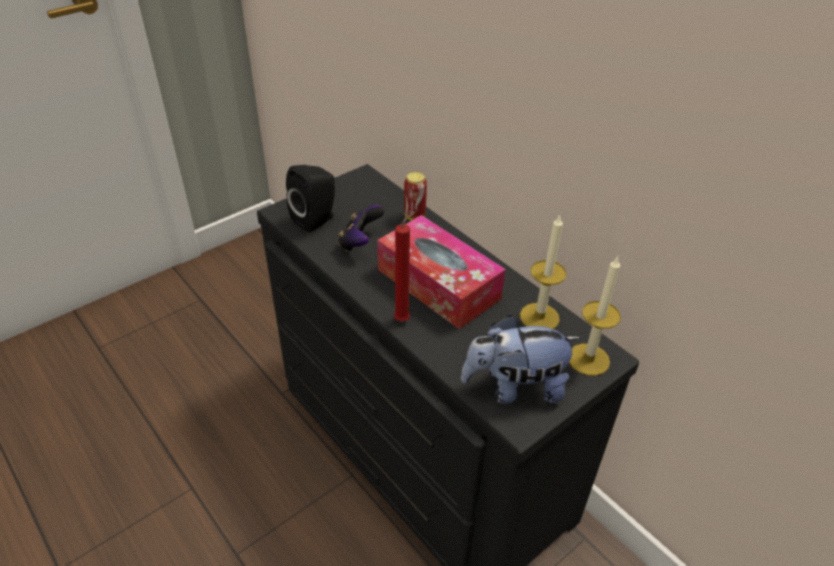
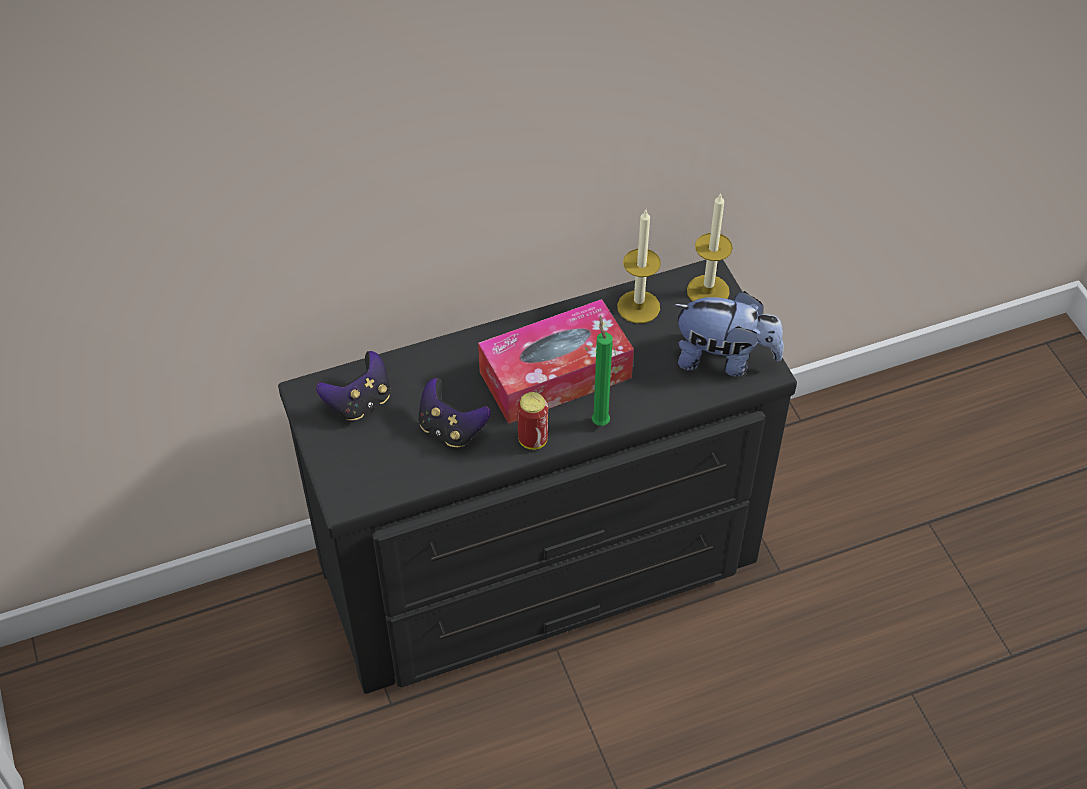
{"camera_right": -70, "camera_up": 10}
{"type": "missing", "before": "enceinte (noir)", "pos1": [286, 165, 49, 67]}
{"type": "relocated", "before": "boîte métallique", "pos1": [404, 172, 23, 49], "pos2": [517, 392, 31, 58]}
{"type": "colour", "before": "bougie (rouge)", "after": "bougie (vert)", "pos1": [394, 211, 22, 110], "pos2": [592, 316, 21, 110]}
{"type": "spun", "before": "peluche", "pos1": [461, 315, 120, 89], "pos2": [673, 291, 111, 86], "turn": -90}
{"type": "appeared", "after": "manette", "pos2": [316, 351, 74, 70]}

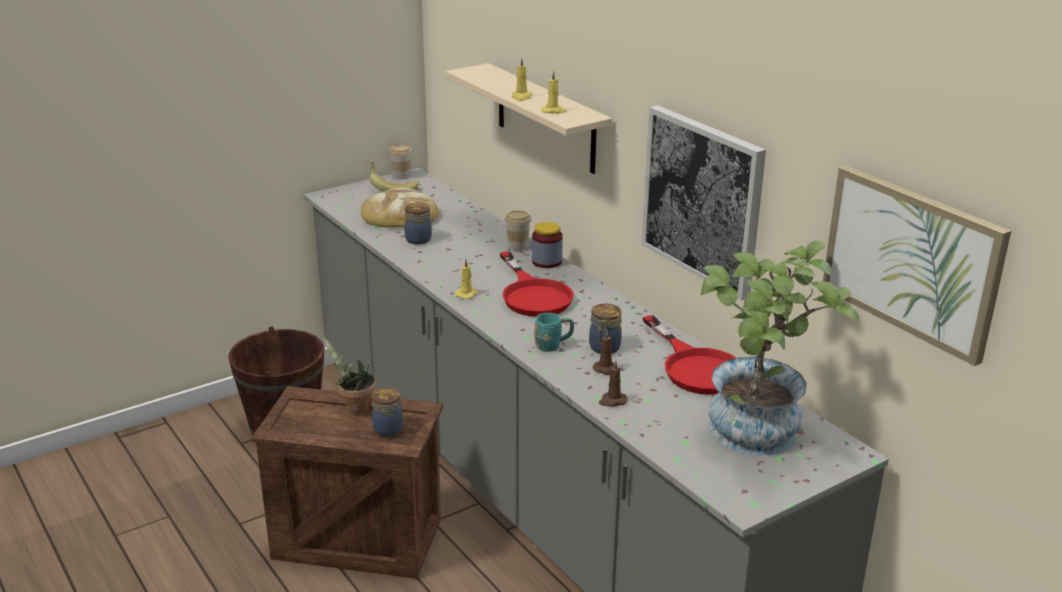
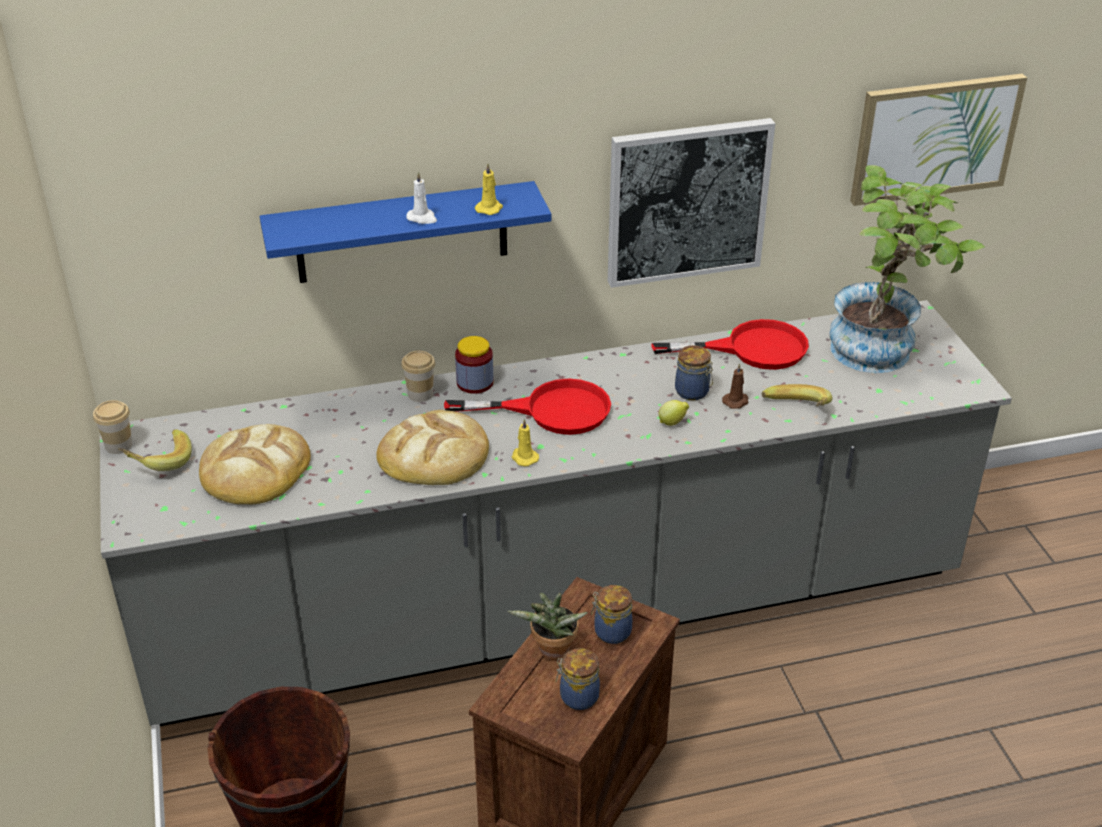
{"camera_right": -70, "camera_up": 10}
{"type": "colour", "before": "bougie (jaune)", "after": "bougie (blanc)", "pos1": [512, 58, 20, 43], "pos2": [406, 171, 31, 53]}
{"type": "colour", "before": "étagère (beige)", "after": "étagère (bleu)", "pos1": [446, 63, 166, 111], "pos2": [260, 181, 291, 102]}
{"type": "relocated", "before": "bocal", "pos1": [404, 202, 28, 42], "pos2": [556, 648, 44, 62]}
{"type": "exchanged", "before": "mug (turquoise)", "after": "citron", "pos1": [534, 313, 40, 39], "pos2": [659, 400, 30, 26]}
{"type": "exchanged", "before": "bougie (marron)", "after": "banane", "pos1": [599, 360, 29, 46], "pos2": [762, 384, 70, 22]}
{"type": "appeared", "after": "pain", "pos2": [376, 410, 113, 75]}

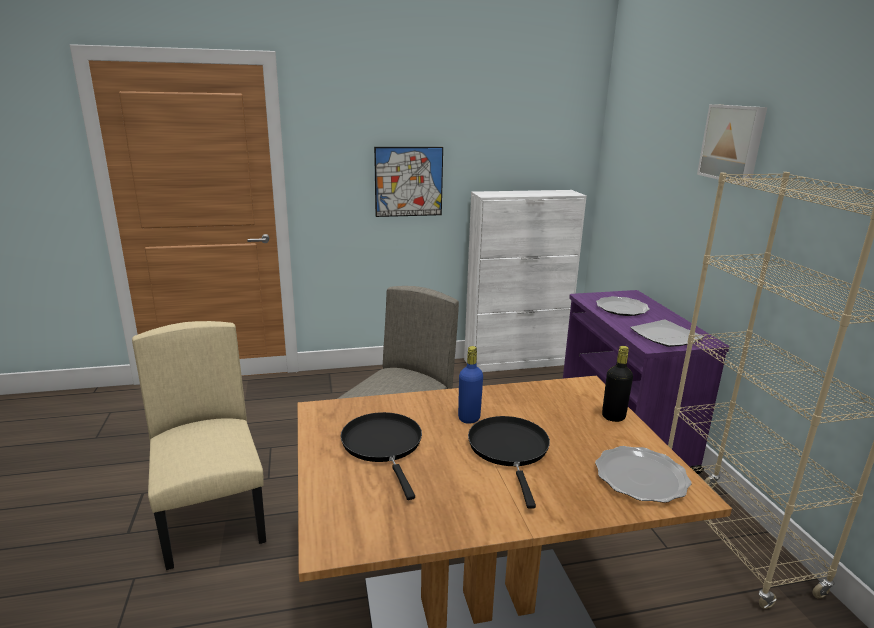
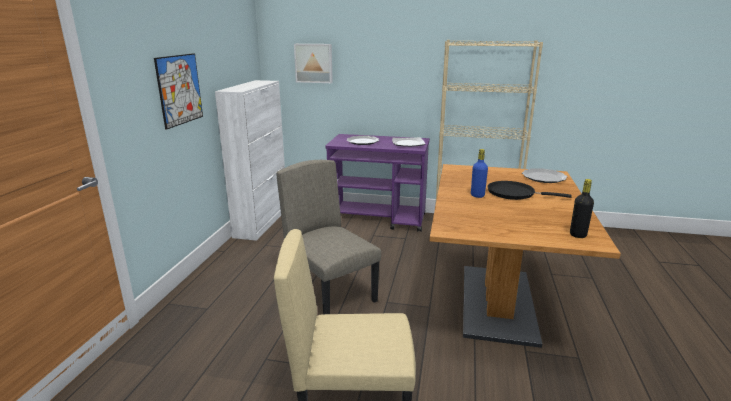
{"camera_right": -65, "camera_up": 0}
{"type": "relocated", "before": "tableau", "pos1": [697, 104, 70, 81], "pos2": [294, 44, 39, 39]}
{"type": "relocated", "before": "bouteille (noir)", "pos1": [602, 346, 31, 76], "pos2": [570, 179, 24, 59]}
{"type": "missing", "before": "poêle (noir)", "pos1": [341, 412, 81, 88]}

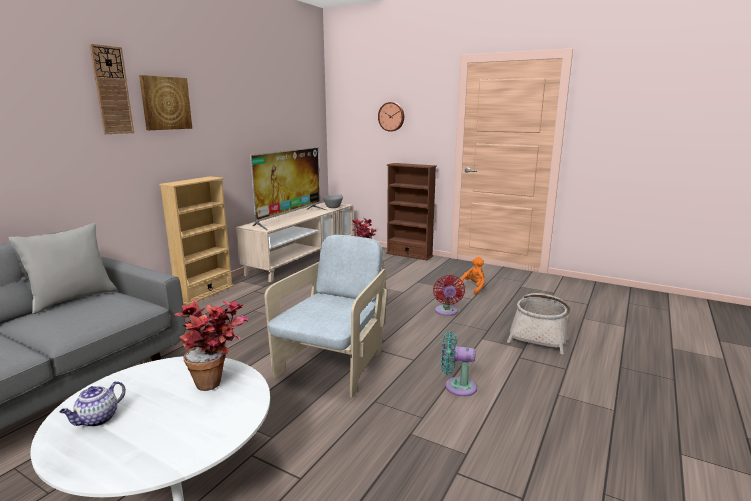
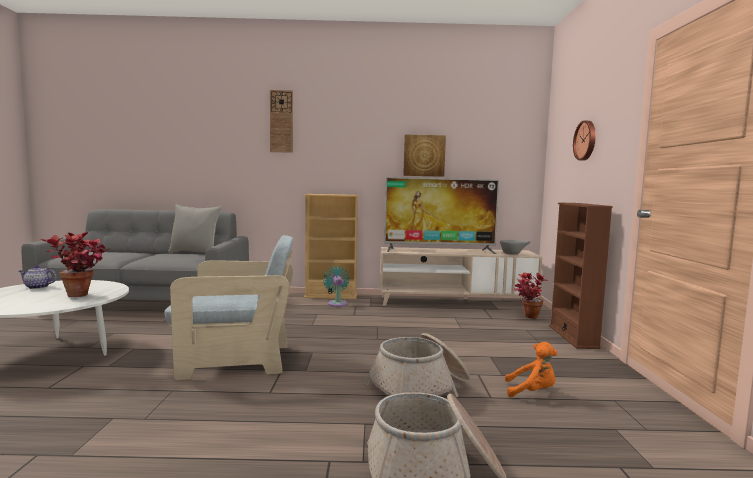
{"camera_right": 60, "camera_up": -10}
{"type": "relocated", "before": "tableau", "pos1": [139, 75, 53, 55], "pos2": [403, 135, 43, 42]}
{"type": "exchanged", "before": "ventilateur (rouge)", "after": "panier", "pos1": [433, 275, 32, 41], "pos2": [364, 333, 106, 64]}
{"type": "relocated", "before": "ventilateur (turquoise)", "pos1": [441, 331, 36, 66], "pos2": [323, 266, 26, 41]}

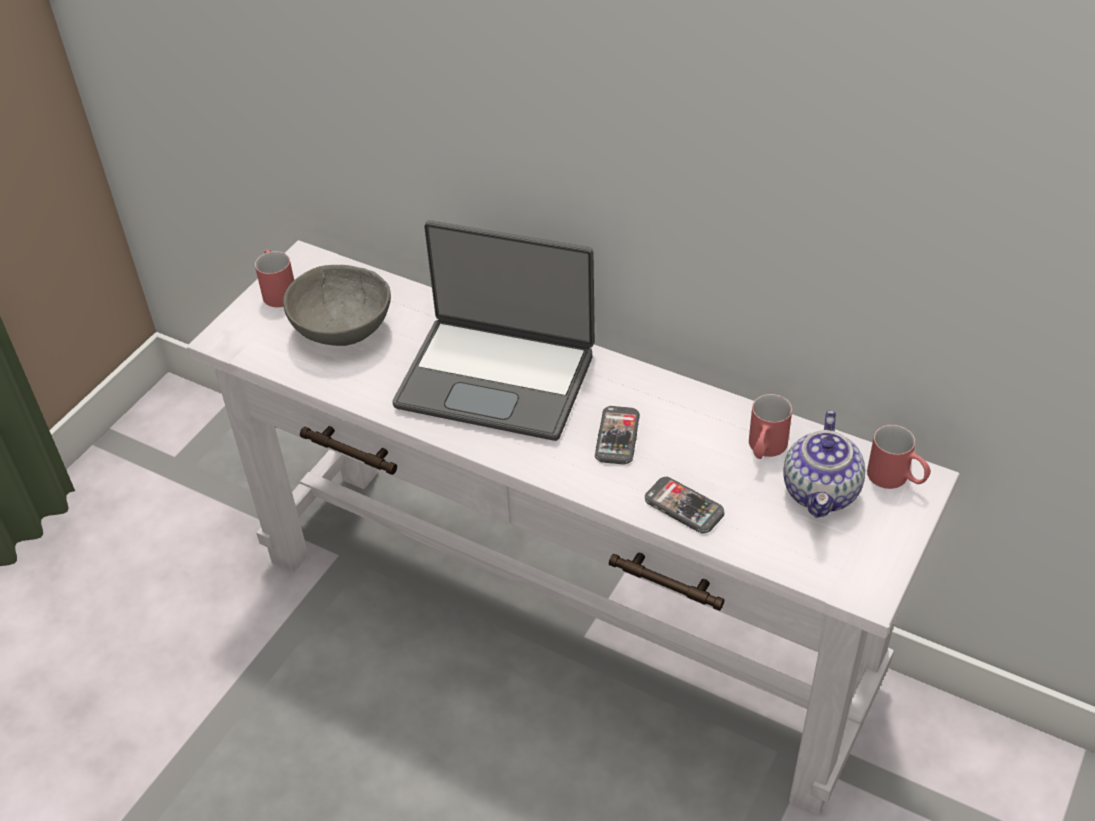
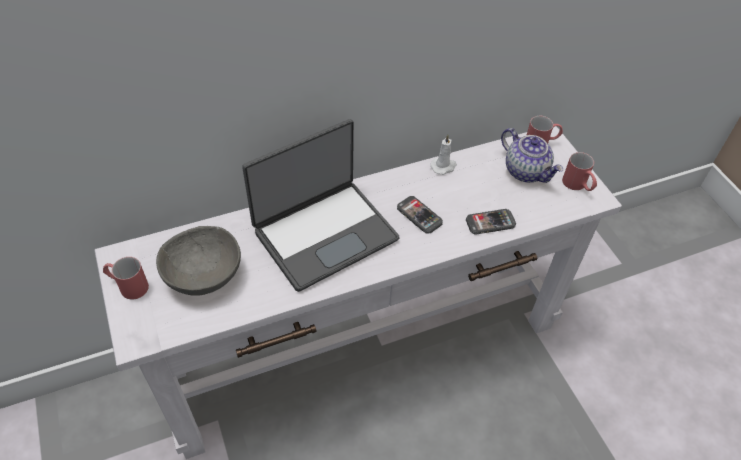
{"camera_right": -55, "camera_up": 5}
{"type": "relocated", "before": "mug (rouge)", "pos1": [749, 394, 43, 65], "pos2": [562, 152, 35, 39]}
{"type": "appeared", "after": "bougie (blanc)", "pos2": [430, 135, 27, 40]}

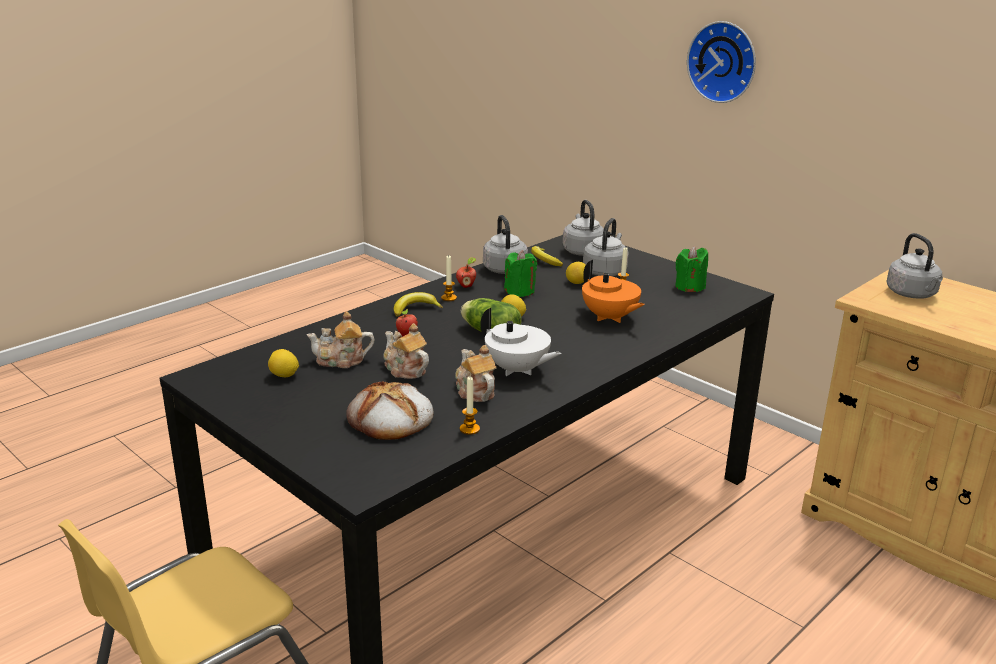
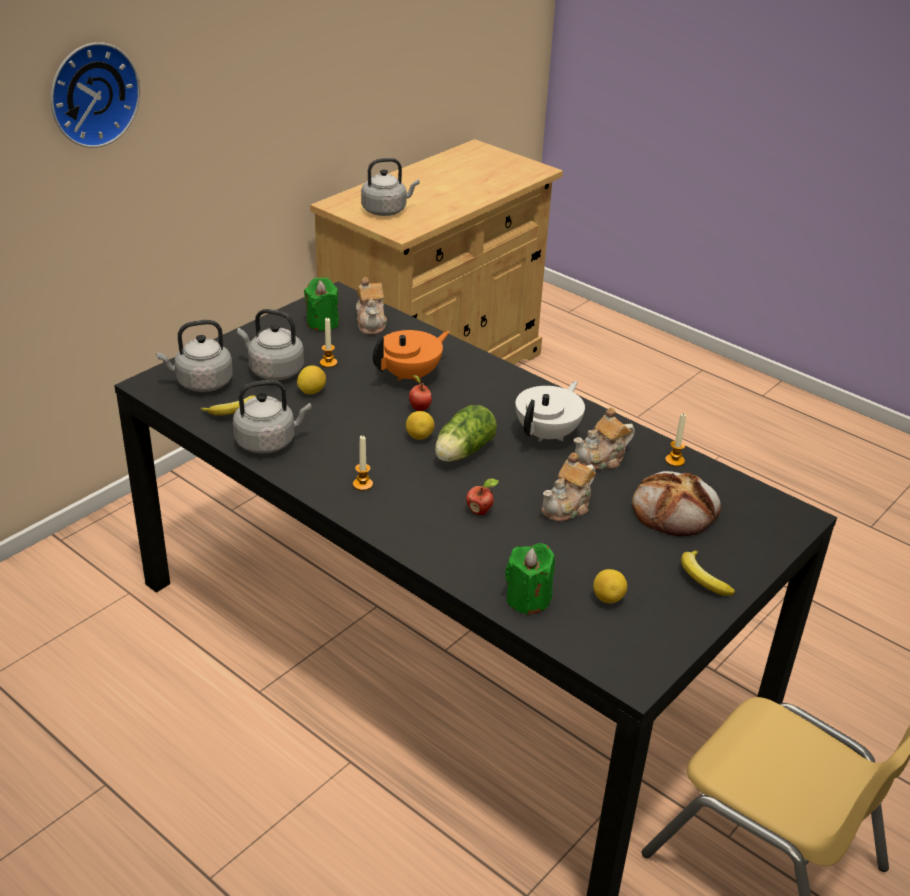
{"camera_right": -95, "camera_up": 10}
{"type": "relocated", "before": "bougie (vert)", "pos1": [504, 250, 33, 47], "pos2": [505, 543, 50, 72]}
{"type": "relocated", "before": "pomme", "pos1": [456, 257, 20, 31], "pos2": [409, 375, 23, 36]}
{"type": "relocated", "before": "banane", "pos1": [394, 292, 49, 25], "pos2": [681, 550, 54, 46]}
{"type": "relocated", "before": "théière", "pos1": [307, 311, 68, 57], "pos2": [356, 277, 31, 58]}

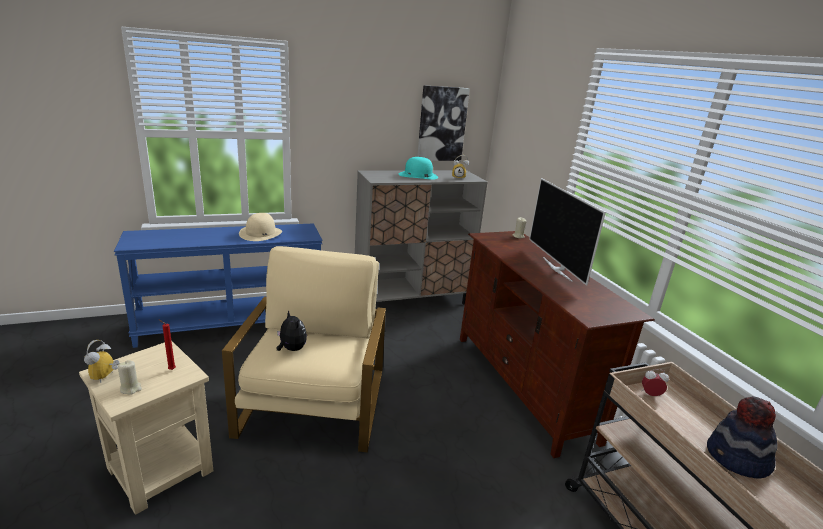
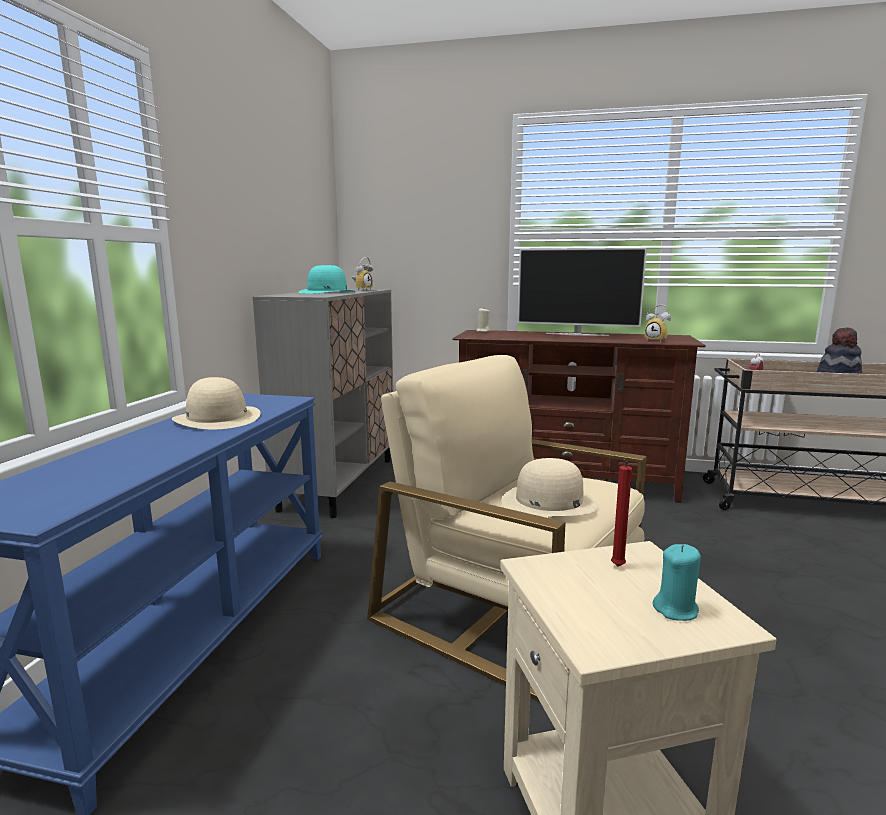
{"camera_right": -55, "camera_up": -10}
{"type": "missing", "before": "tableau", "pos1": [417, 85, 53, 76]}
{"type": "exchanged", "before": "peluche", "after": "chapeau (beige)", "pos1": [276, 311, 31, 40], "pos2": [501, 458, 97, 58]}
{"type": "relocated", "before": "réveil", "pos1": [84, 340, 36, 43], "pos2": [645, 305, 26, 37]}
{"type": "colour", "before": "bougie (beige)", "after": "bougie (turquoise)", "pos1": [118, 360, 24, 35], "pos2": [653, 544, 48, 77]}

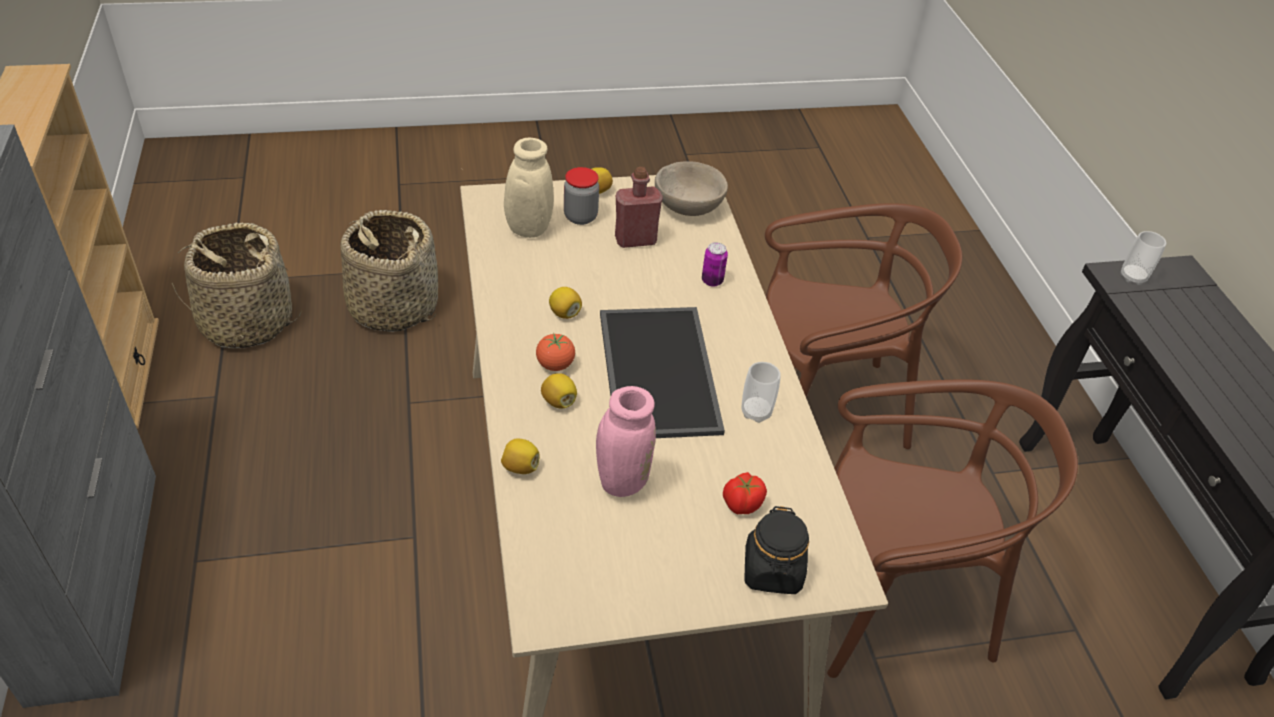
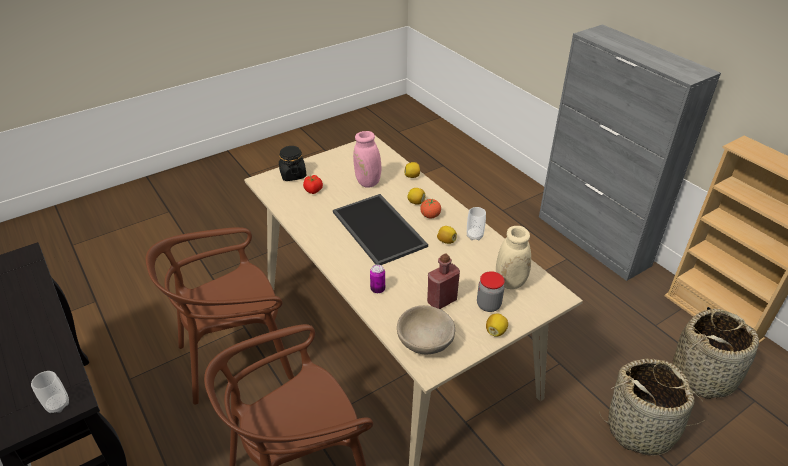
{"camera_right": 160, "camera_up": -5}
{"type": "relocated", "before": "tasse", "pos1": [741, 362, 40, 61], "pos2": [467, 207, 19, 33]}

